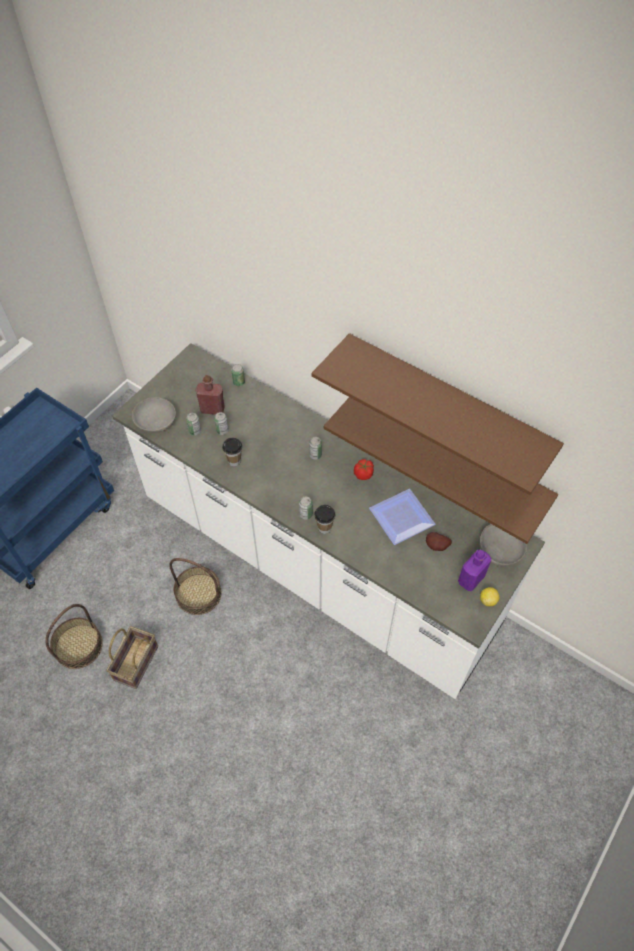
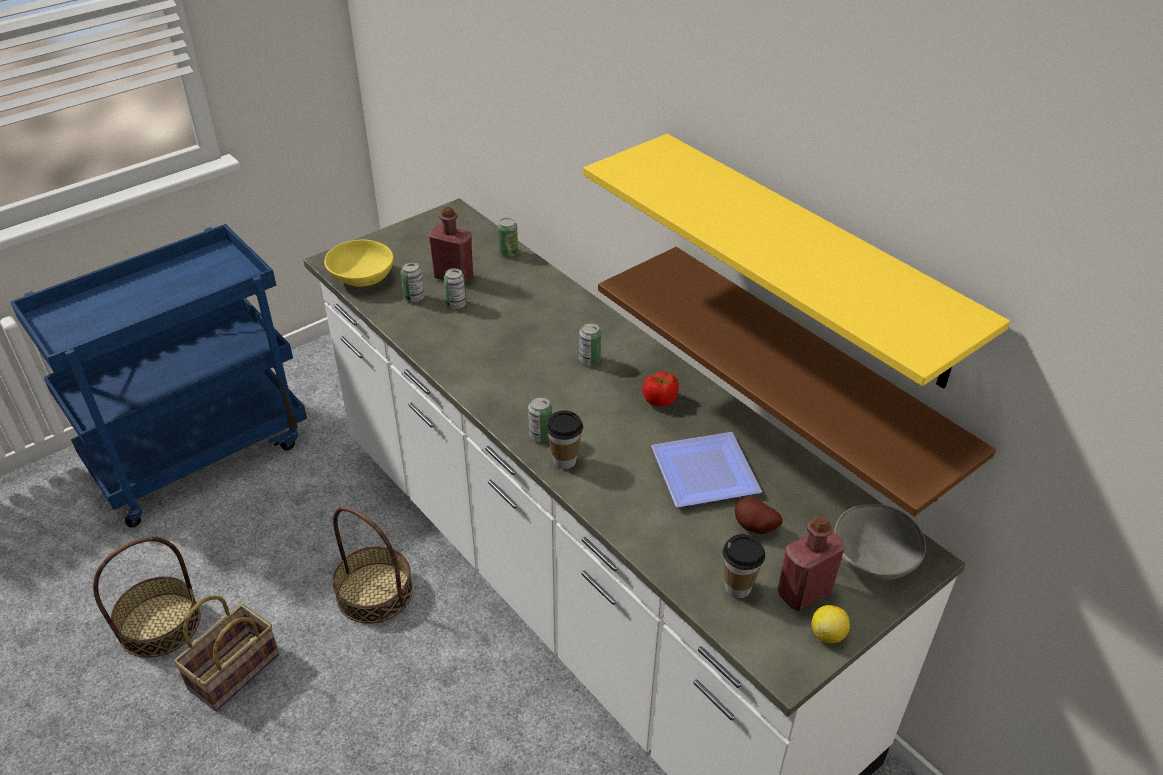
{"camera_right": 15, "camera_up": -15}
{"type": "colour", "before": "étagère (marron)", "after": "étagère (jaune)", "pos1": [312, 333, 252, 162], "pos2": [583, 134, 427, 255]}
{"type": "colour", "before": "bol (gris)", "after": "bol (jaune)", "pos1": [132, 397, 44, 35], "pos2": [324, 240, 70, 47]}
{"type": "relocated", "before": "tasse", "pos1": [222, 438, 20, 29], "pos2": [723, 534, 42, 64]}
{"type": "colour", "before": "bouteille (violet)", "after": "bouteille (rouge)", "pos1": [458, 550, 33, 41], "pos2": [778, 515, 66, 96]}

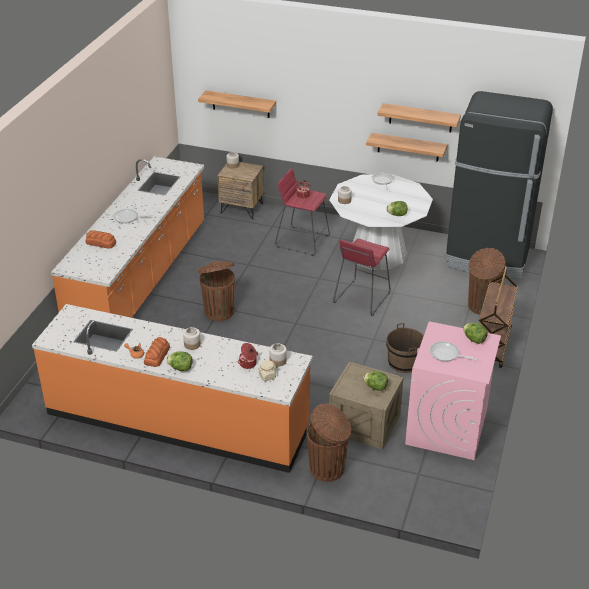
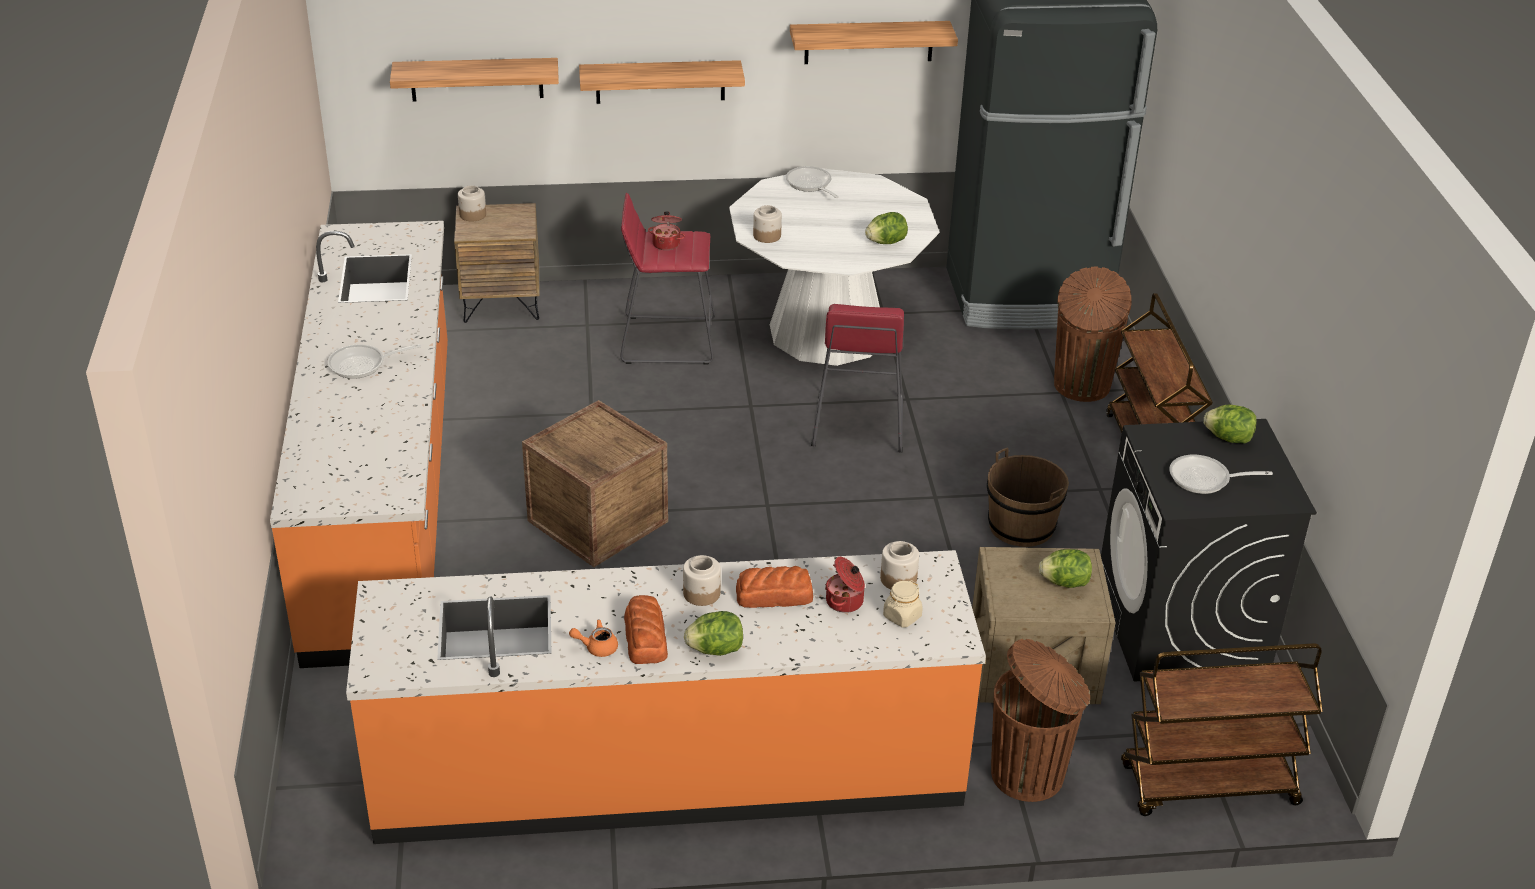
{"camera_right": -25, "camera_up": 0}
{"type": "relocated", "before": "étagère", "pos1": [366, 133, 82, 28], "pos2": [579, 60, 166, 44]}
{"type": "relocated", "before": "pain", "pos1": [86, 230, 30, 18], "pos2": [736, 566, 77, 42]}
{"type": "exchanged", "before": "poubelle (marron)", "after": "caisse", "pos1": [198, 261, 37, 60], "pos2": [522, 400, 146, 167]}
{"type": "colour", "before": "lave-linge (rose)", "after": "lave-linge (noir)", "pos1": [405, 322, 96, 138], "pos2": [1101, 419, 216, 262]}
{"type": "appeared", "after": "chariot (marron)", "pos2": [1121, 643, 202, 173]}

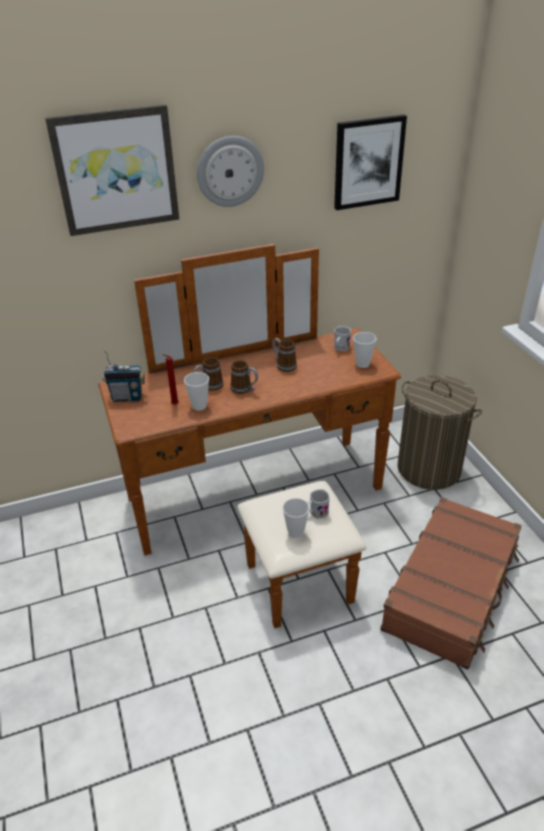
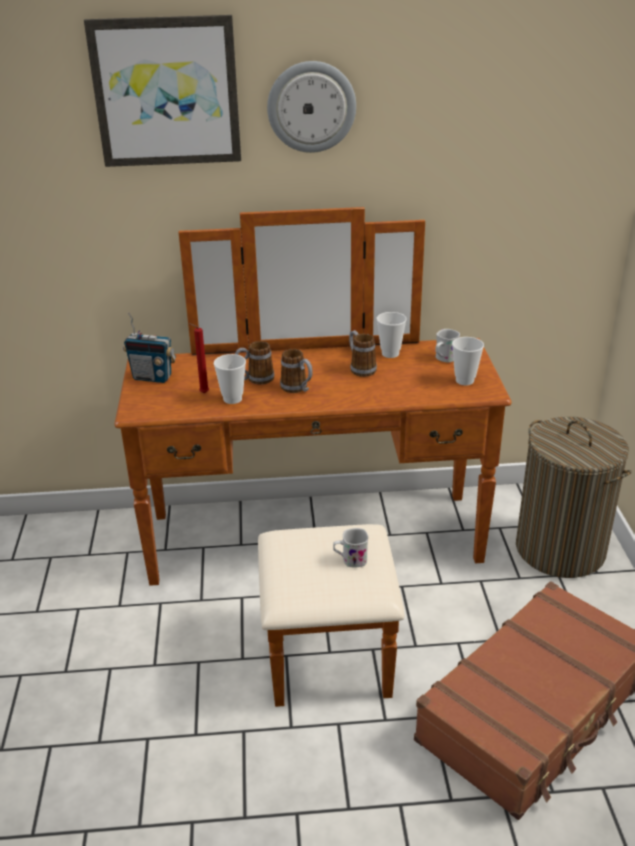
{"camera_right": 15, "camera_up": -5}
{"type": "missing", "before": "tableau", "pos1": [334, 115, 73, 95]}
{"type": "relocated", "before": "tasse", "pos1": [283, 498, 27, 40], "pos2": [377, 312, 30, 46]}

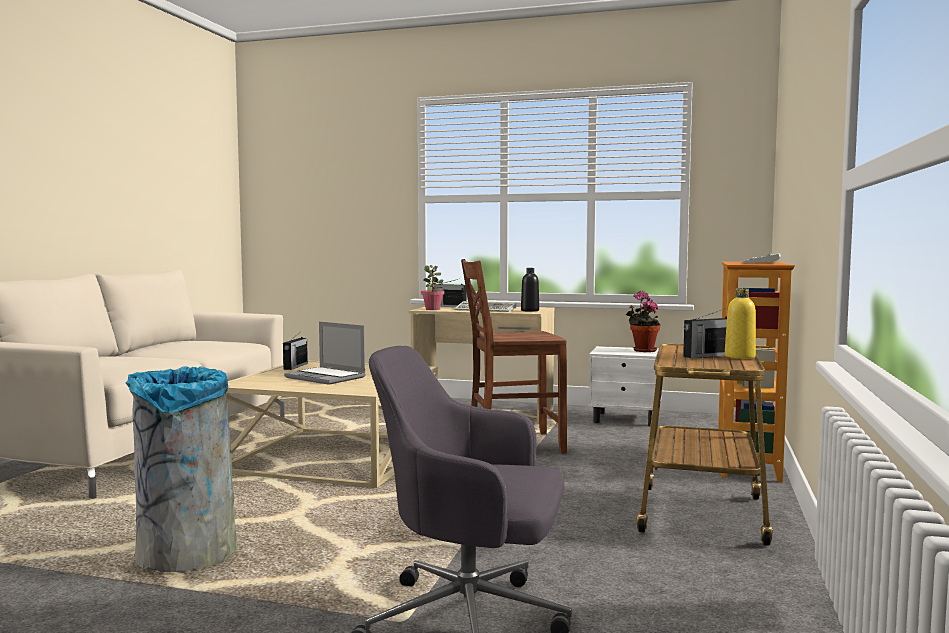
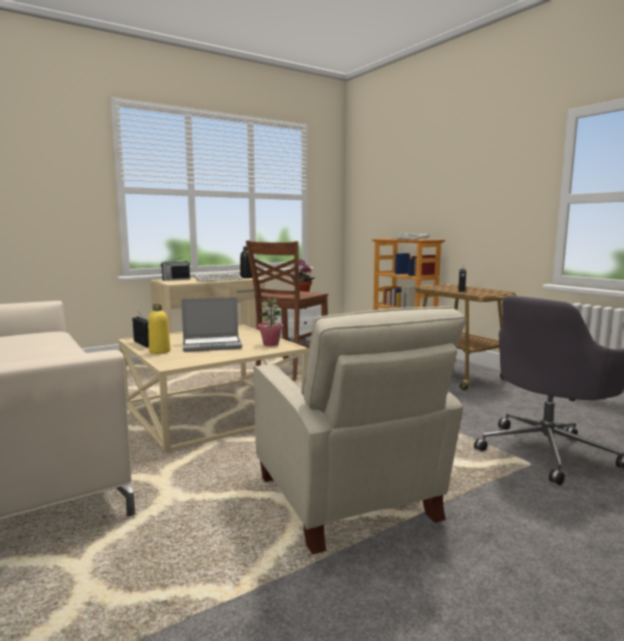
{"camera_right": -50, "camera_up": 5}
{"type": "relocated", "before": "plante en pot", "pos1": [421, 265, 23, 45], "pos2": [258, 298, 25, 48]}
{"type": "relocated", "before": "bouteille (jaune)", "pos1": [725, 288, 31, 71], "pos2": [148, 304, 22, 50]}
{"type": "exchanged", "before": "poubelle (gris)", "after": "fauteuil (beige)", "pos1": [126, 366, 112, 206], "pos2": [253, 306, 213, 249]}

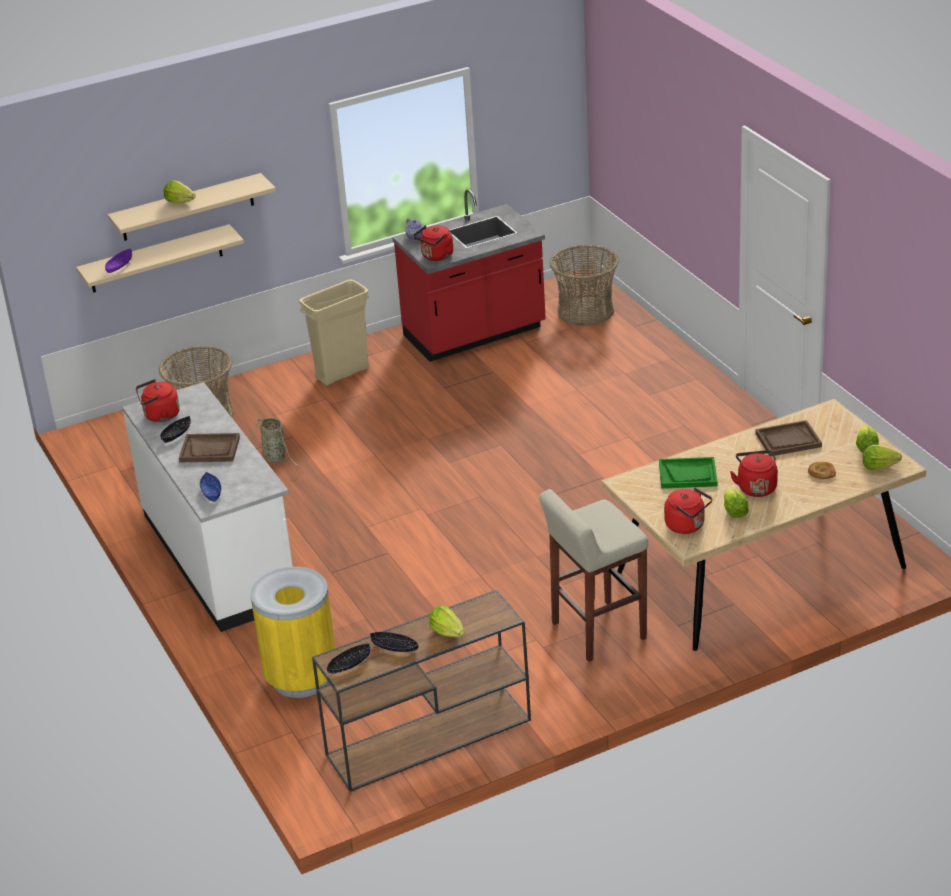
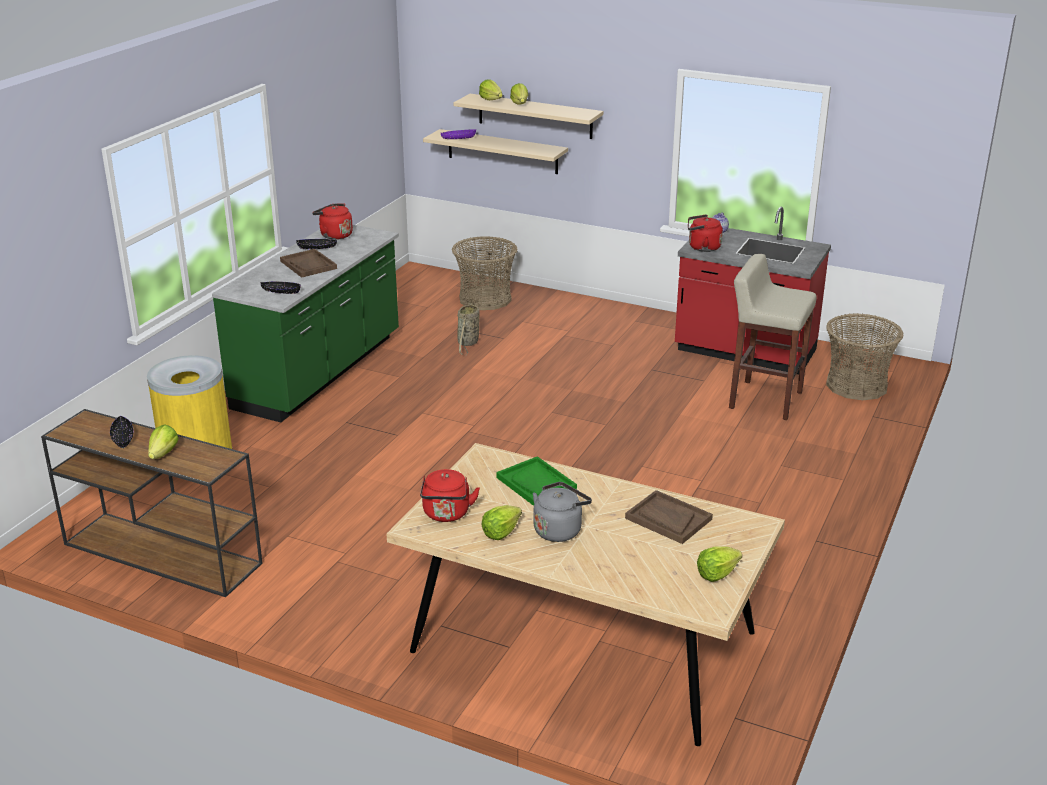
{"camera_right": 50, "camera_up": -5}
{"type": "missing", "before": "poubelle (beige)", "pos1": [299, 279, 70, 107]}
{"type": "colour", "before": "comptoir de cuisine (blanc)", "after": "comptoir de cuisine (vert)", "pos1": [122, 382, 171, 250], "pos2": [212, 225, 187, 197]}
{"type": "relocated", "before": "laitue", "pos1": [863, 445, 39, 25], "pos2": [479, 80, 24, 20]}
{"type": "colour", "before": "bouilloire (rouge)", "after": "bouilloire (gris)", "pos1": [730, 450, 48, 47], "pos2": [533, 482, 59, 60]}
{"type": "missing", "before": "pain", "pos1": [808, 462, 28, 17]}
{"type": "missing", "before": "bol (bleu)", "pos1": [200, 472, 21, 30]}
{"type": "relocated", "before": "tabouret (beige)", "pos1": [539, 489, 109, 173], "pos2": [729, 254, 88, 166]}
{"type": "relocated", "before": "bol (noir)", "pos1": [327, 644, 43, 29], "pos2": [260, 281, 41, 13]}

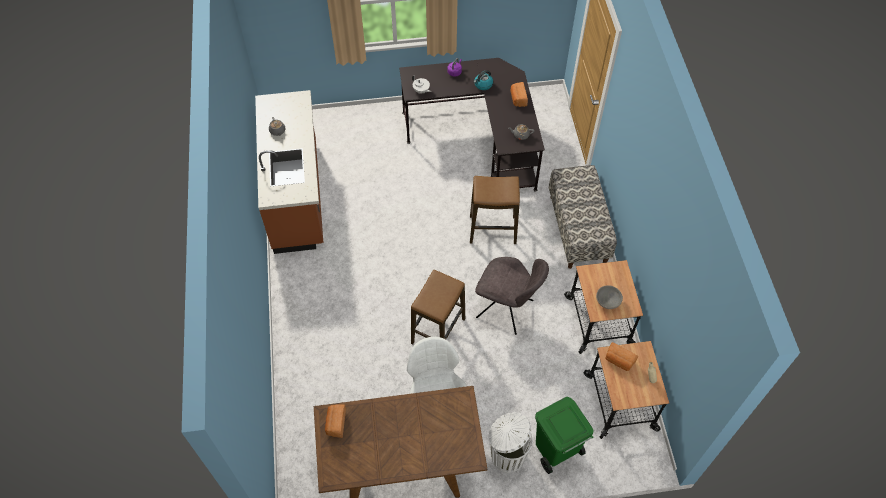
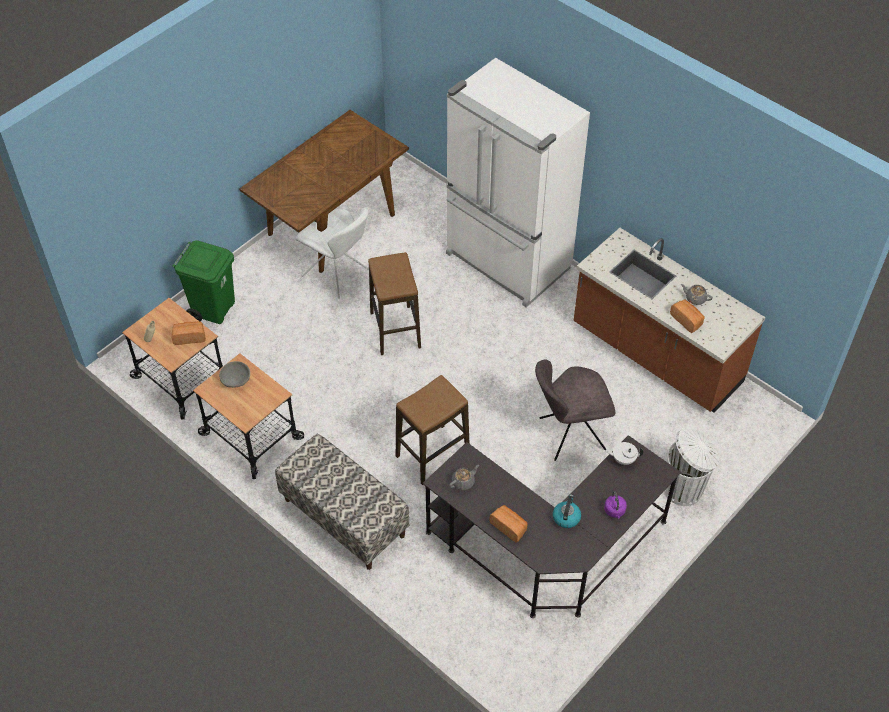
{"camera_right": 140, "camera_up": -5}
{"type": "relocated", "before": "chaise (gris)", "pos1": [475, 257, 74, 78], "pos2": [535, 360, 80, 101]}
{"type": "relocated", "before": "pain", "pos1": [325, 404, 21, 34], "pos2": [670, 300, 35, 33]}
{"type": "relocated", "before": "poubelle (blanc)", "pos1": [488, 412, 45, 61], "pos2": [664, 427, 55, 79]}
{"type": "appeared", "after": "réfrigérateur (blanc)", "pos2": [446, 58, 144, 249]}

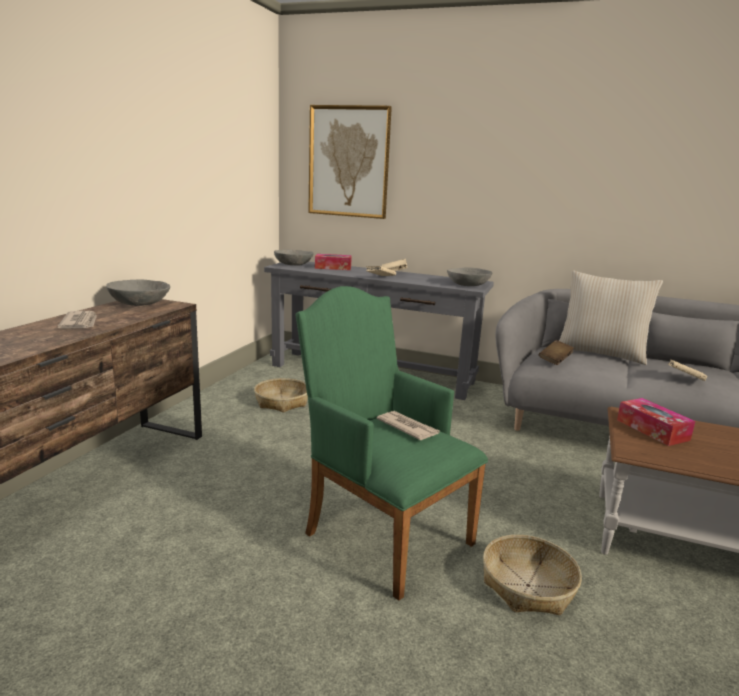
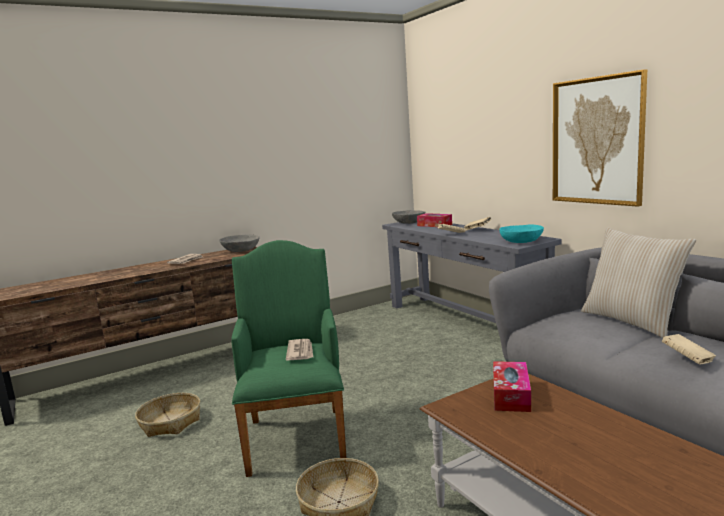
{"camera_right": 40, "camera_up": -5}
{"type": "relocated", "before": "tableau", "pos1": [308, 105, 84, 114], "pos2": [553, 69, 94, 138]}
{"type": "colour", "before": "bol (gris)", "after": "bol (turquoise)", "pos1": [447, 267, 46, 19], "pos2": [500, 225, 44, 18]}
{"type": "missing", "before": "livre (marron)", "pos1": [539, 340, 35, 25]}
{"type": "relocated", "before": "panier", "pos1": [254, 378, 54, 34], "pos2": [135, 393, 65, 44]}

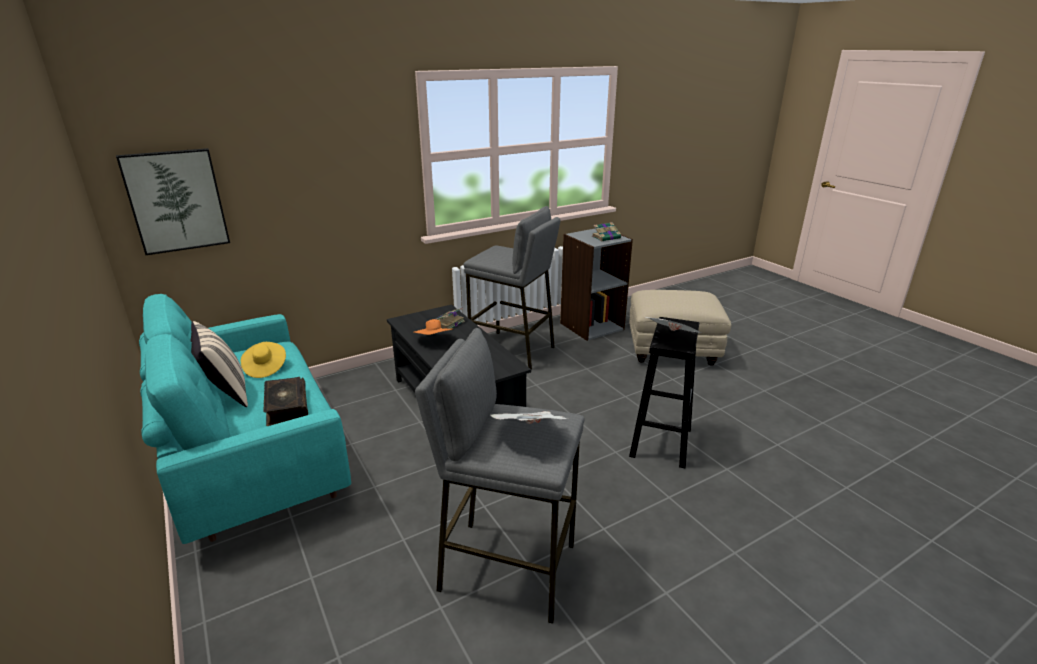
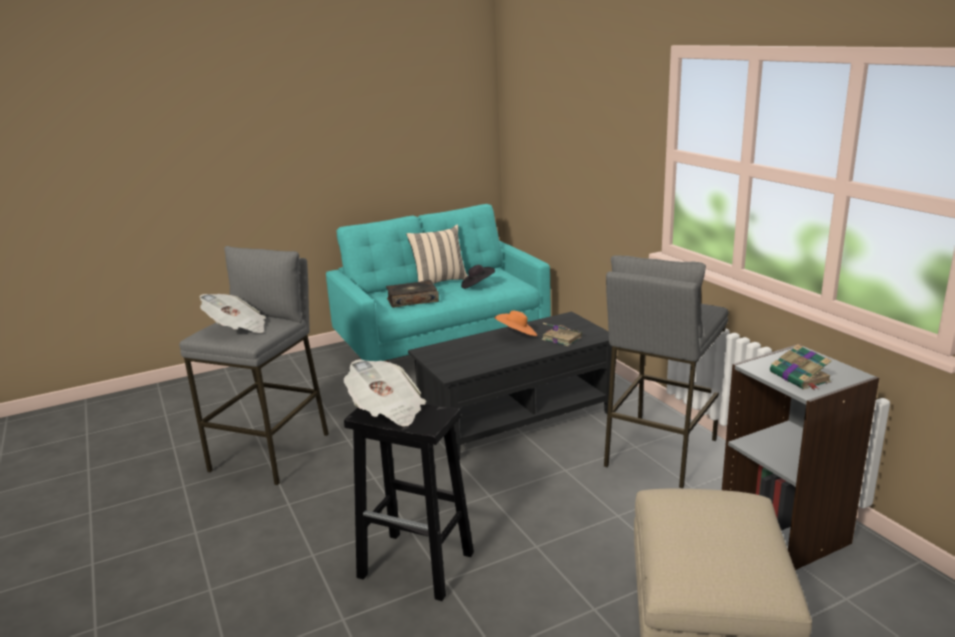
{"camera_right": 95, "camera_up": -5}
{"type": "missing", "before": "tableau", "pos1": [116, 148, 114, 107]}
{"type": "colour", "before": "chapeau (jaune)", "after": "chapeau (noir)", "pos1": [241, 342, 45, 36], "pos2": [461, 265, 34, 24]}

